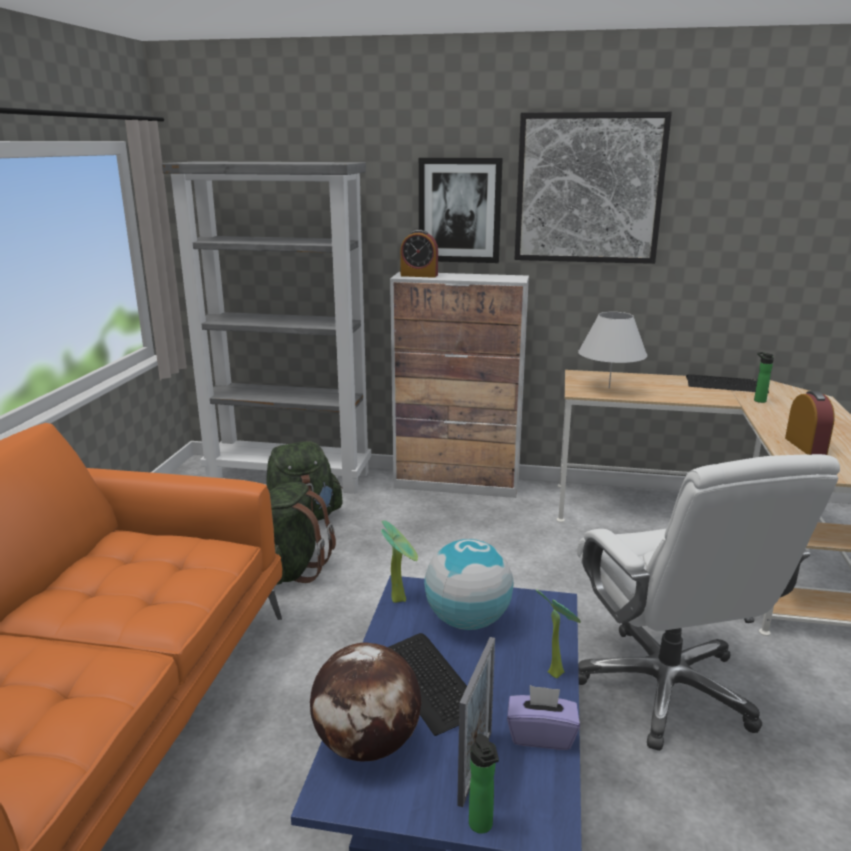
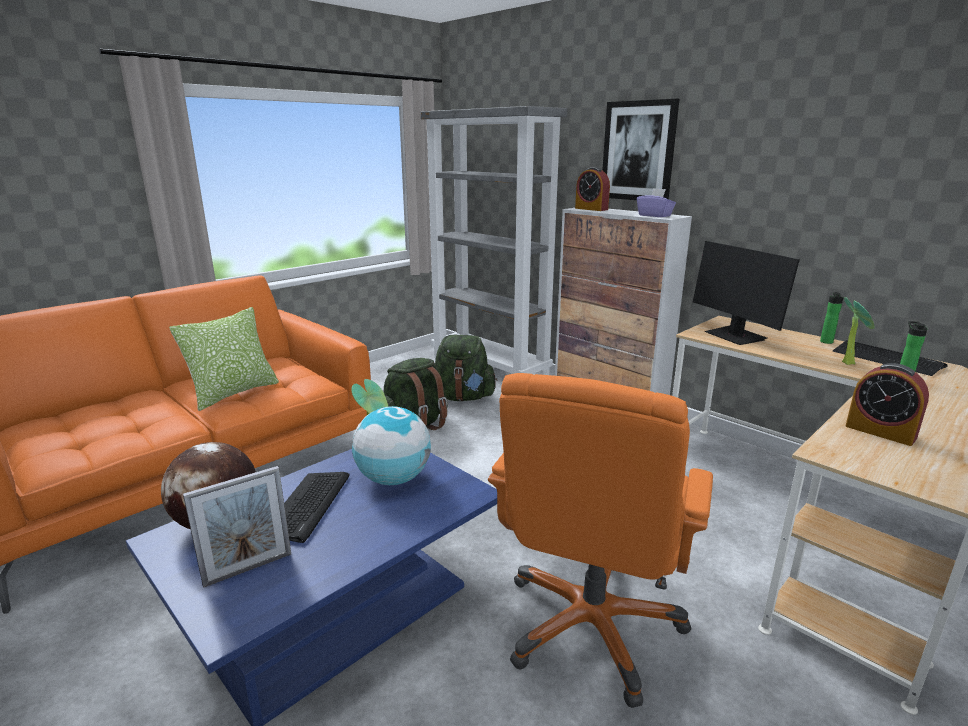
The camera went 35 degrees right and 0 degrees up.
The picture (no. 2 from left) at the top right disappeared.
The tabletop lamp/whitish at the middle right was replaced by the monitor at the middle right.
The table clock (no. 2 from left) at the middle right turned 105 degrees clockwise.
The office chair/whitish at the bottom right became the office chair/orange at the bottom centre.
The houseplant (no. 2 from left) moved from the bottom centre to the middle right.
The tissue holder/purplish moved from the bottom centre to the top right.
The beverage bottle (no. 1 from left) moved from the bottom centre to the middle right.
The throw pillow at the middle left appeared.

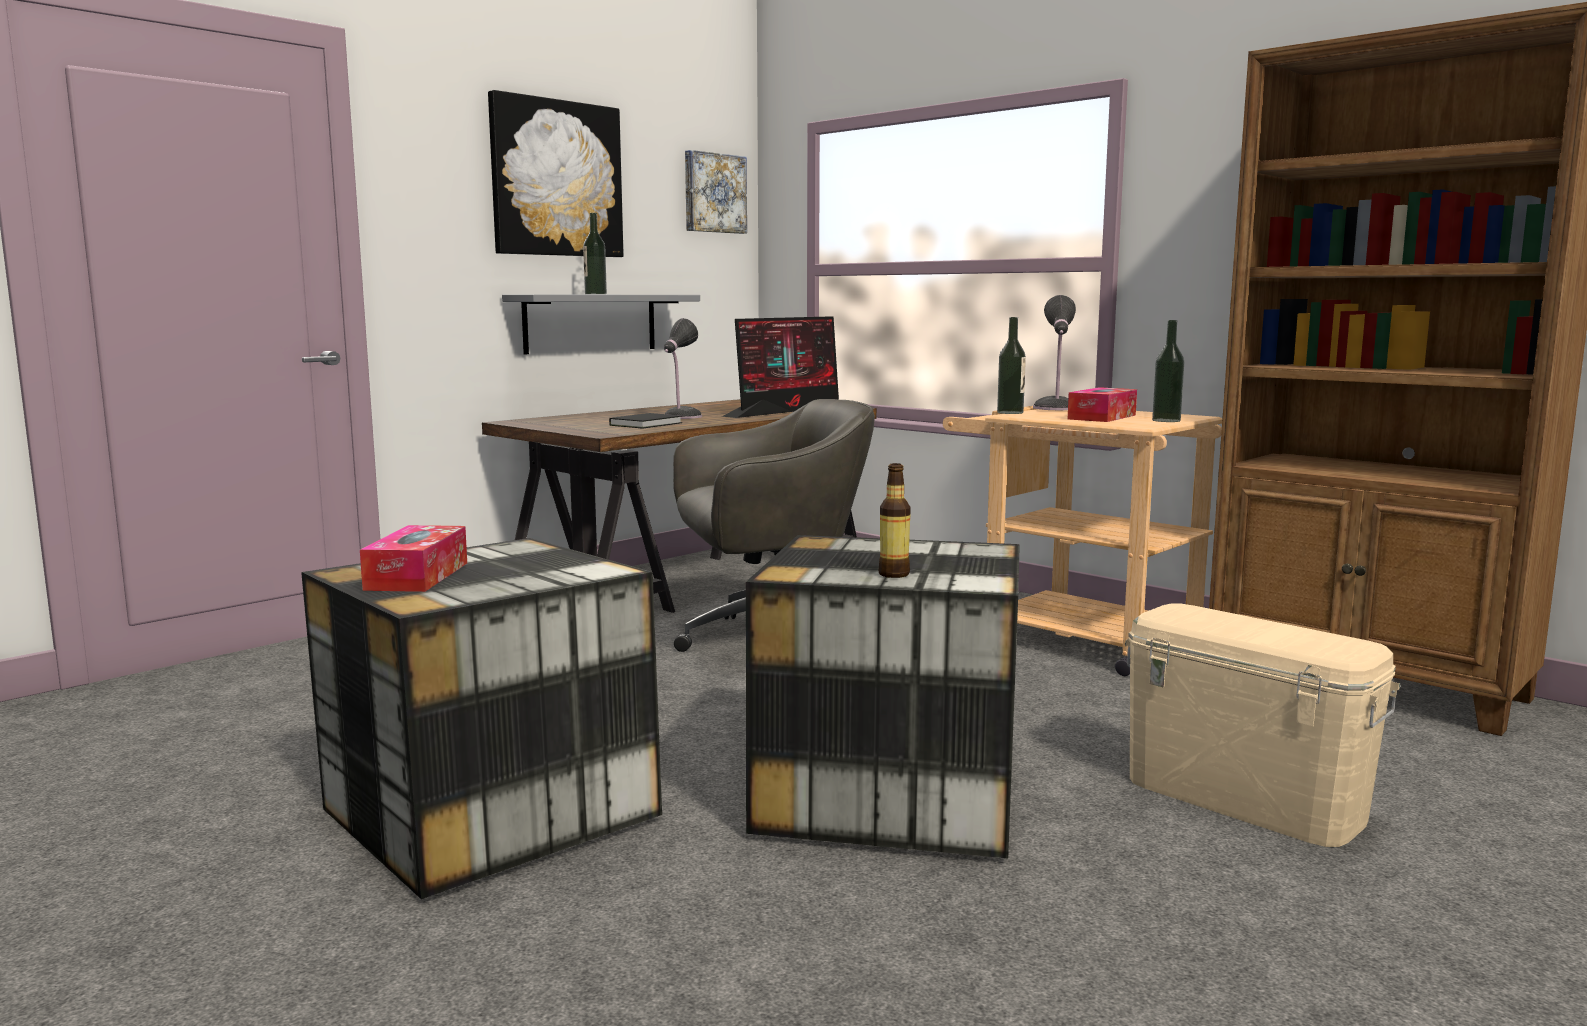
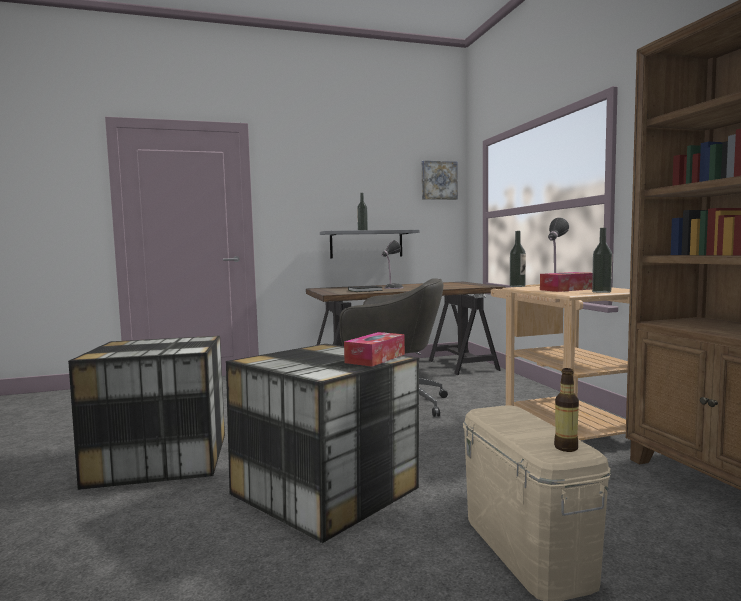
The camera went 30 degrees right and 5 degrees down.
The picture (no. 1 from left) at the top centre disappeared.
The monitor at the centre disappeared.
The beverage bottle (no. 2 from left in the first image) moved from the centre to the bottom right.
The tissue holder (no. 1 from left) moved from the middle left to the centre.

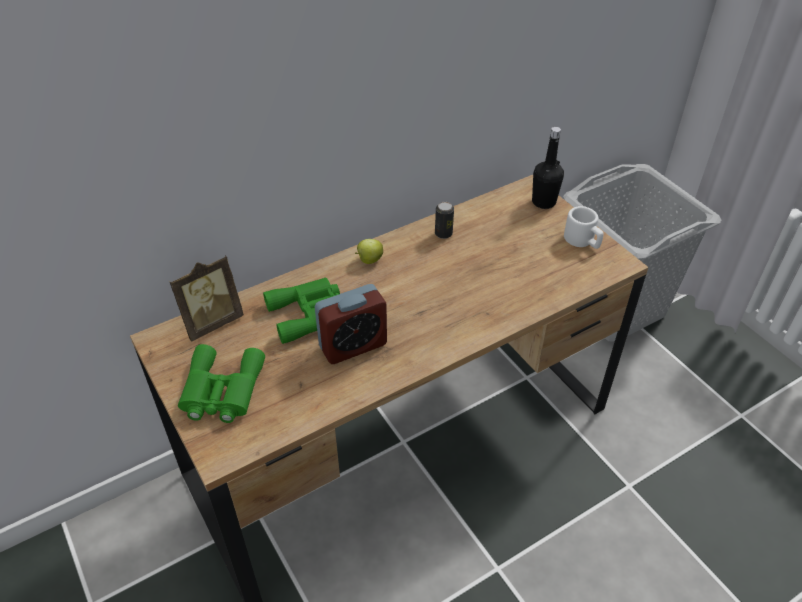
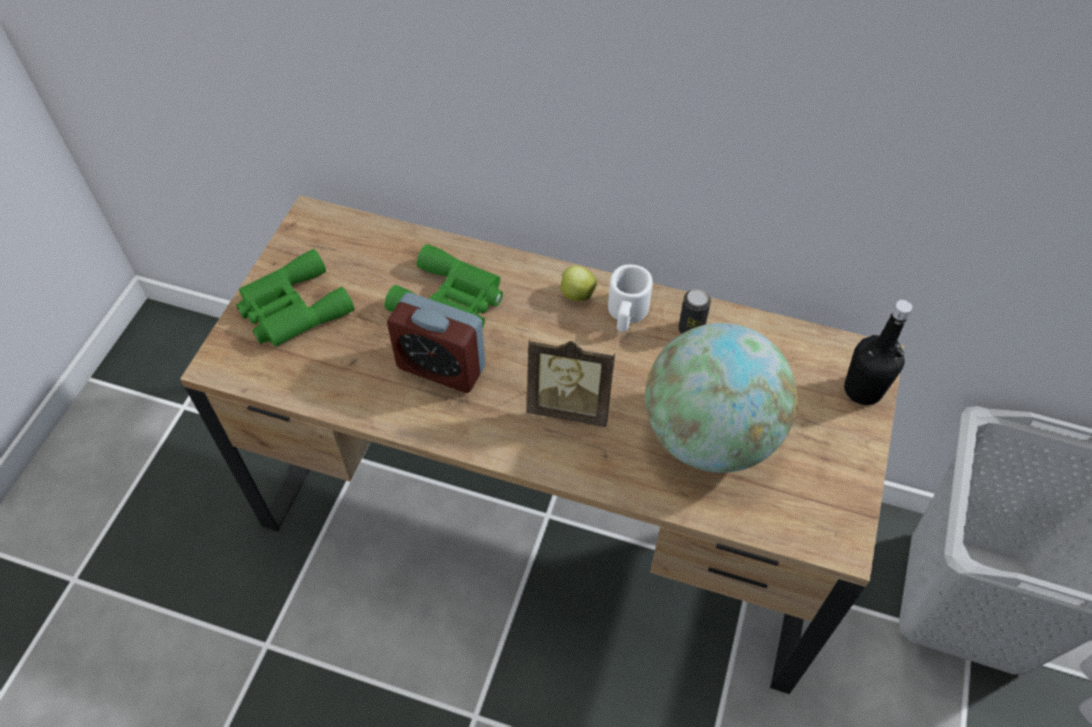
The camera went 50 degrees right and 10 degrees up.
The coffee mug/whitish moved from the middle right to the centre.
The standing frame moved from the middle left to the centre.
The desk globe at the centre appeared.

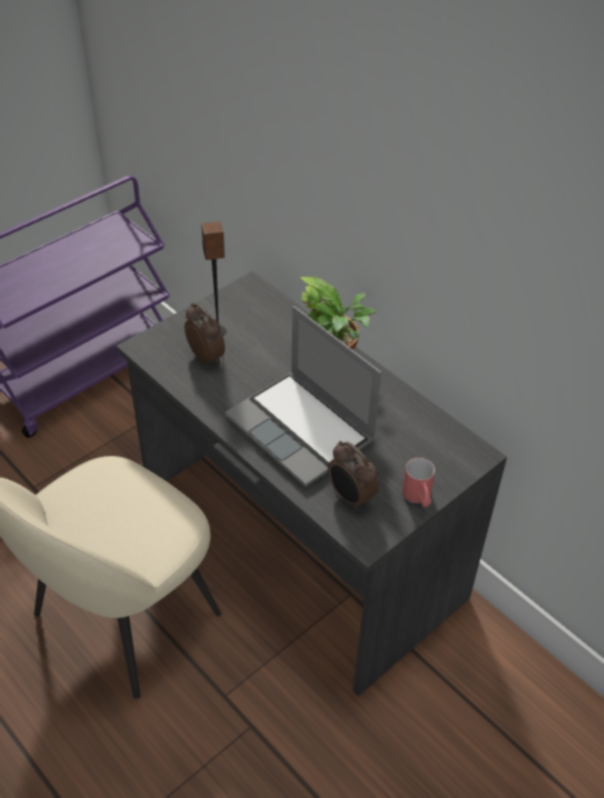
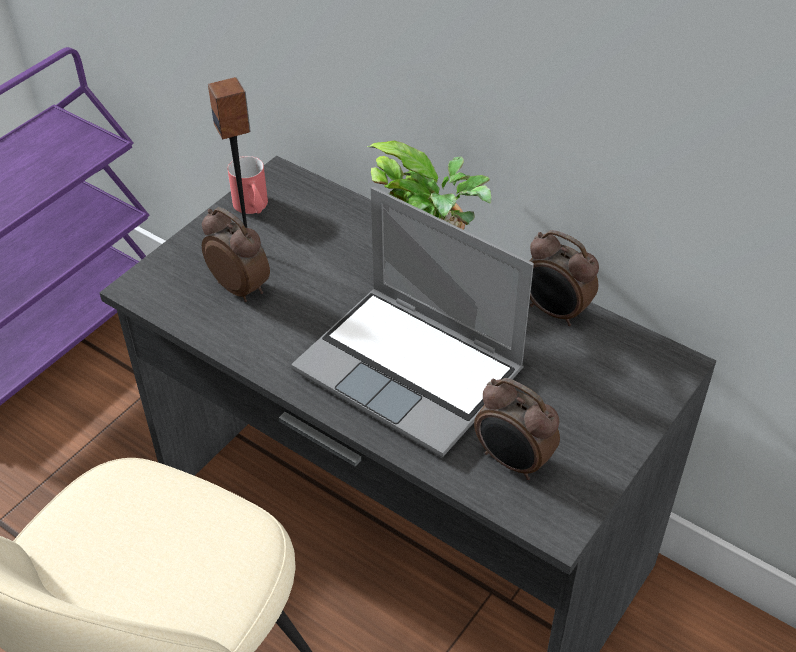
The camera went 10 degrees left and 0 degrees up.
The coffee mug/reddish moved from the middle right to the top left.
The table clock (no. 3 from left) at the middle right appeared.

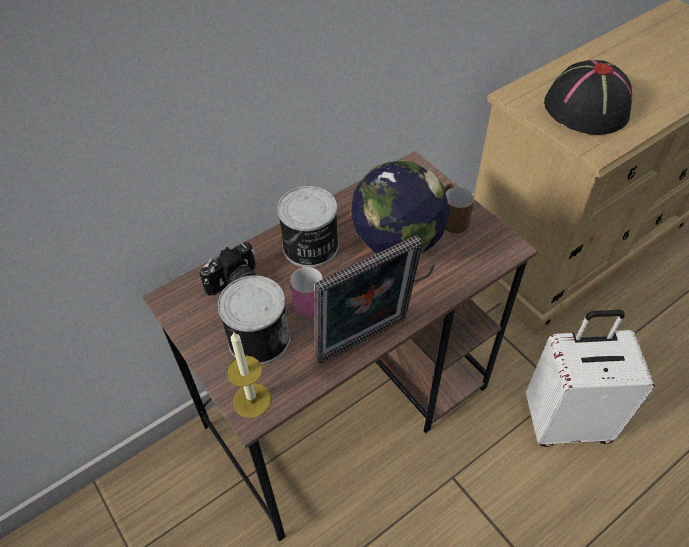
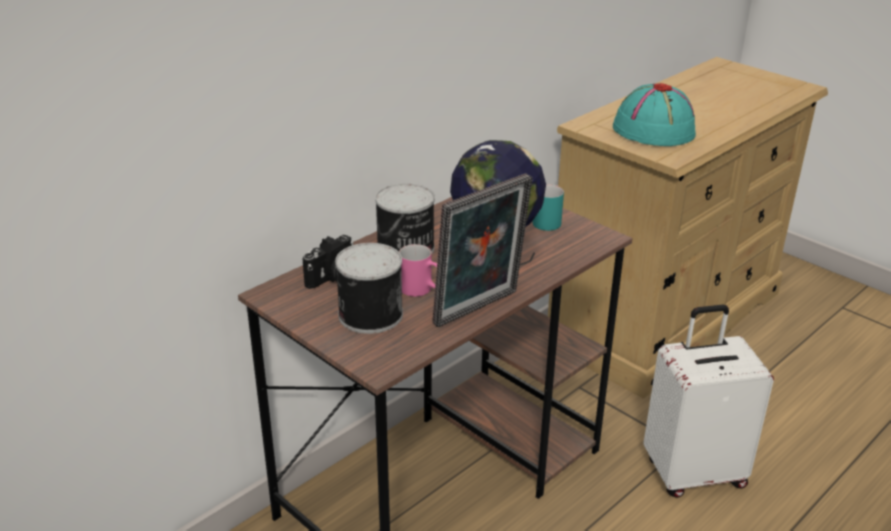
The camera went 10 degrees left and 20 degrees down.
The hat/black-coloured at the top right became the hat/turquoise at the top right.
The coffee mug/brownish at the centre became the coffee mug/turquoise at the centre.
The wax light at the bottom centre disappeared.

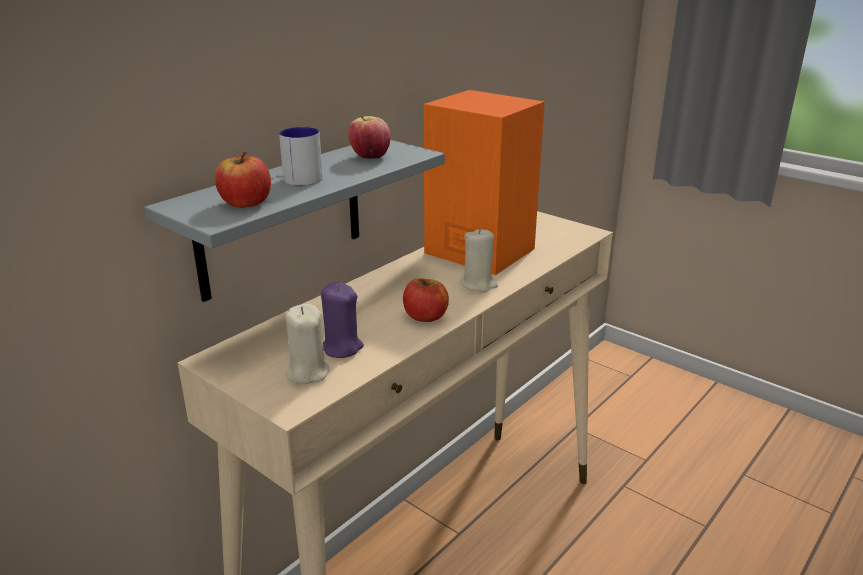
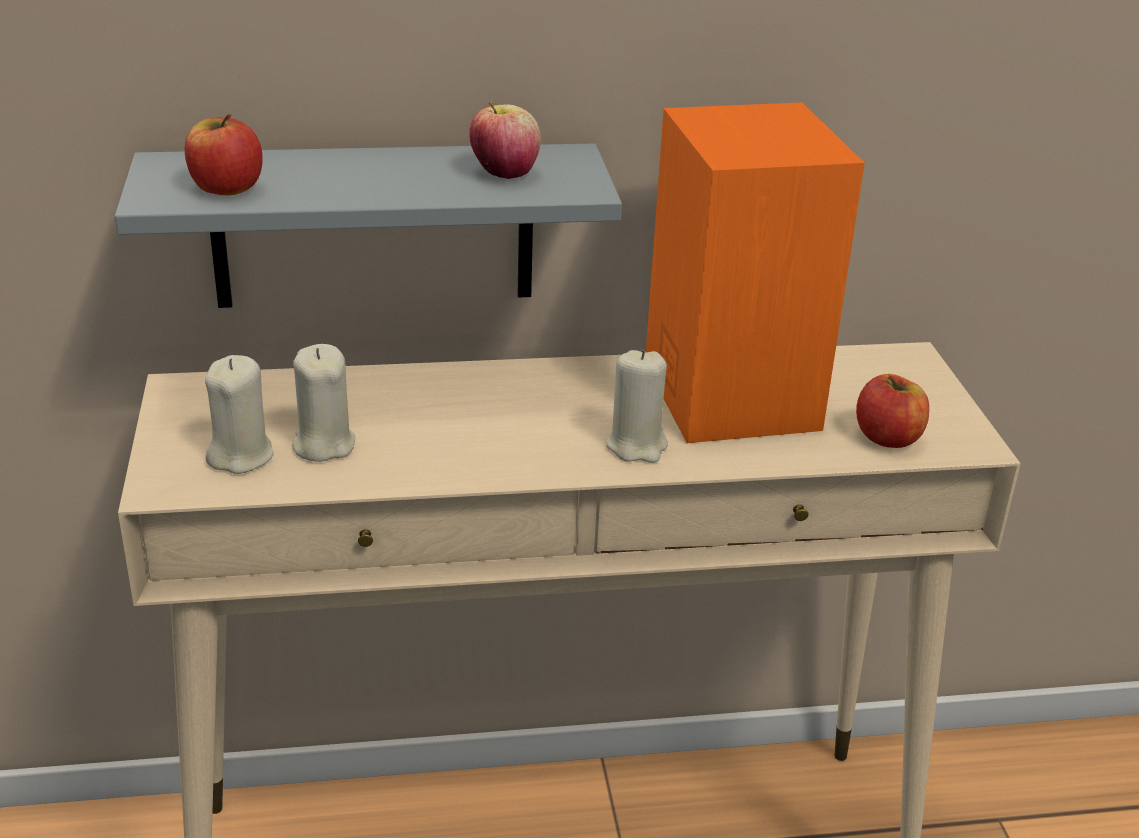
The camera went 40 degrees right and 5 degrees up.
The coffee mug at the top centre disappeared.
The apple (no. 3 from left) moved from the centre to the middle right.
The wax light/purplish at the centre became the wax light/sand-coloured (no. 2 from left) at the middle left.

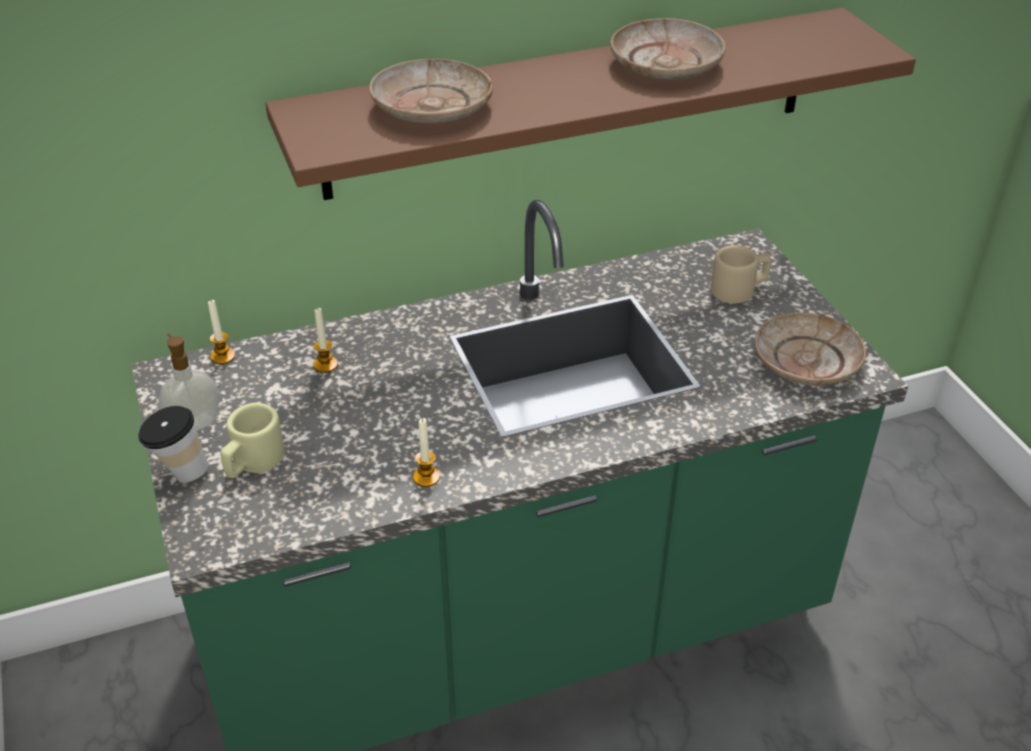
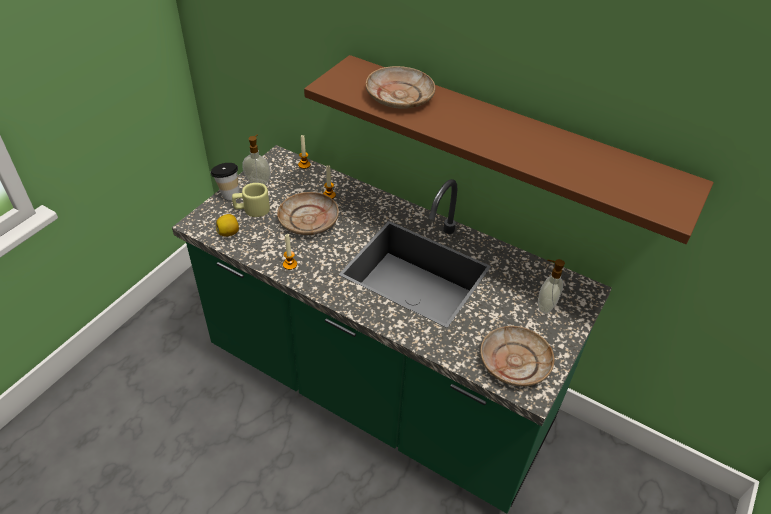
The camera went 50 degrees right and 5 degrees up.
The plate/sand-coloured (no. 2 from left in the first image) moved from the top centre to the centre.
The coffee mug/sand-coloured (no. 2 from left) at the middle right was replaced by the soap dispenser (no. 2 from left) at the middle right.
The whole lemon at the middle left appeared.

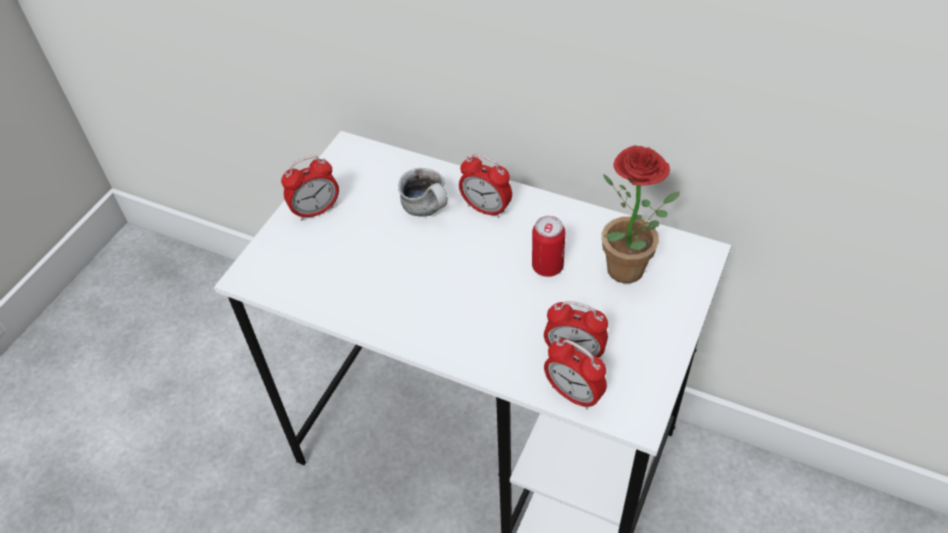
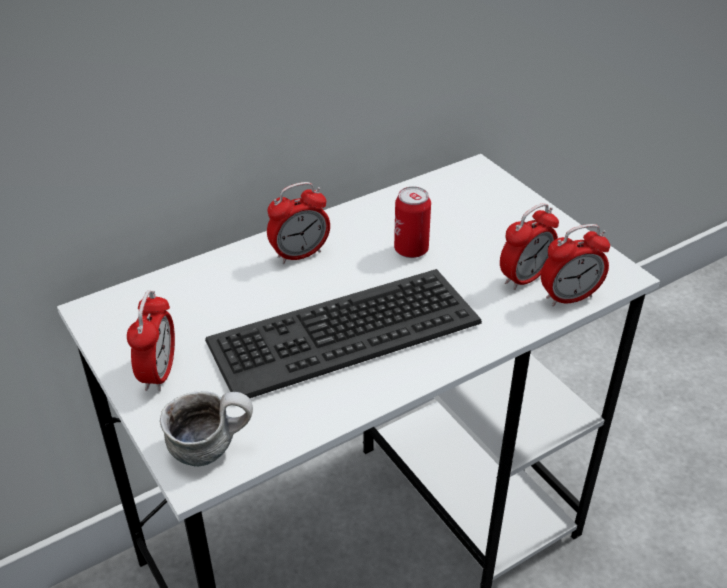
The camera went 60 degrees left and 10 degrees down.
The houseplant at the middle right disappeared.
The coffee mug moved from the centre to the bottom left.
The PC keyboard at the centre appeared.

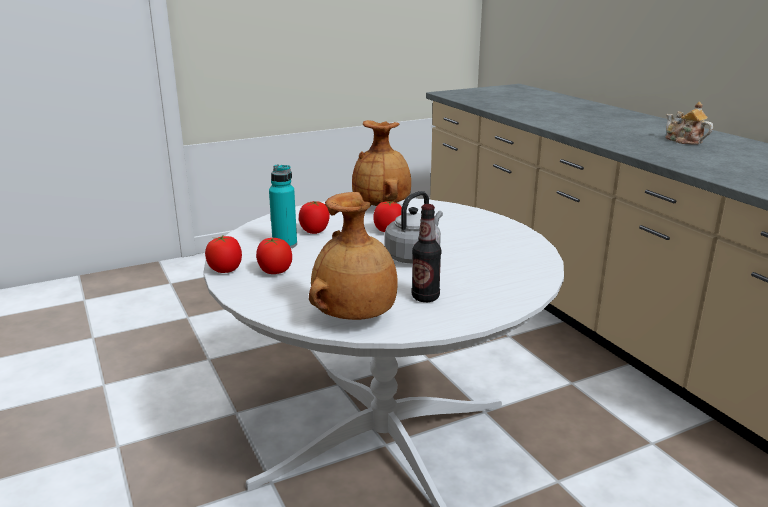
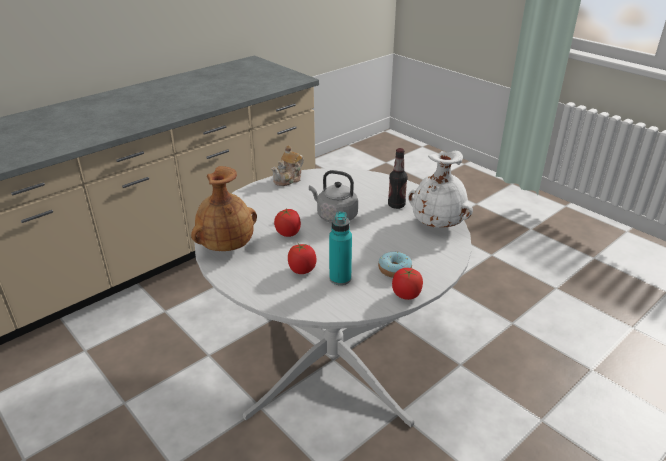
The camera went 105 degrees left and 10 degrees up.
The teapot moved from the top right to the centre.
The vase/brownish (no. 1 from left) at the centre became the vase/whitish at the centre.
The tomato (no. 2 from left) at the centre was replaced by the donut at the centre.

